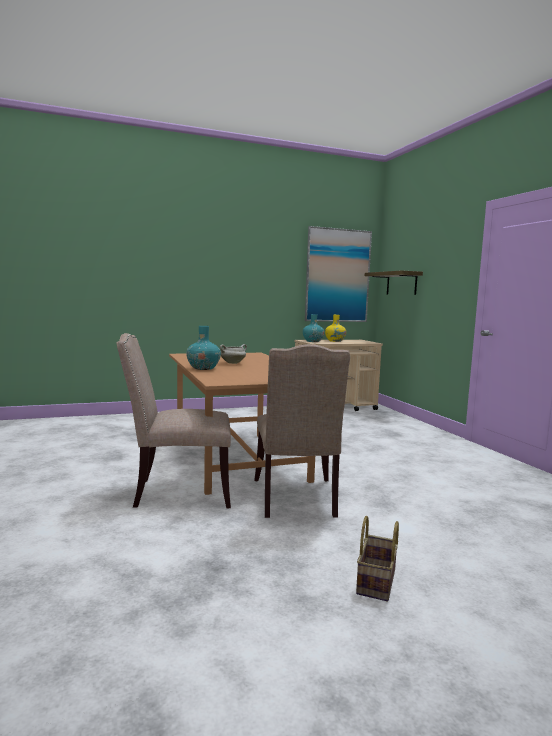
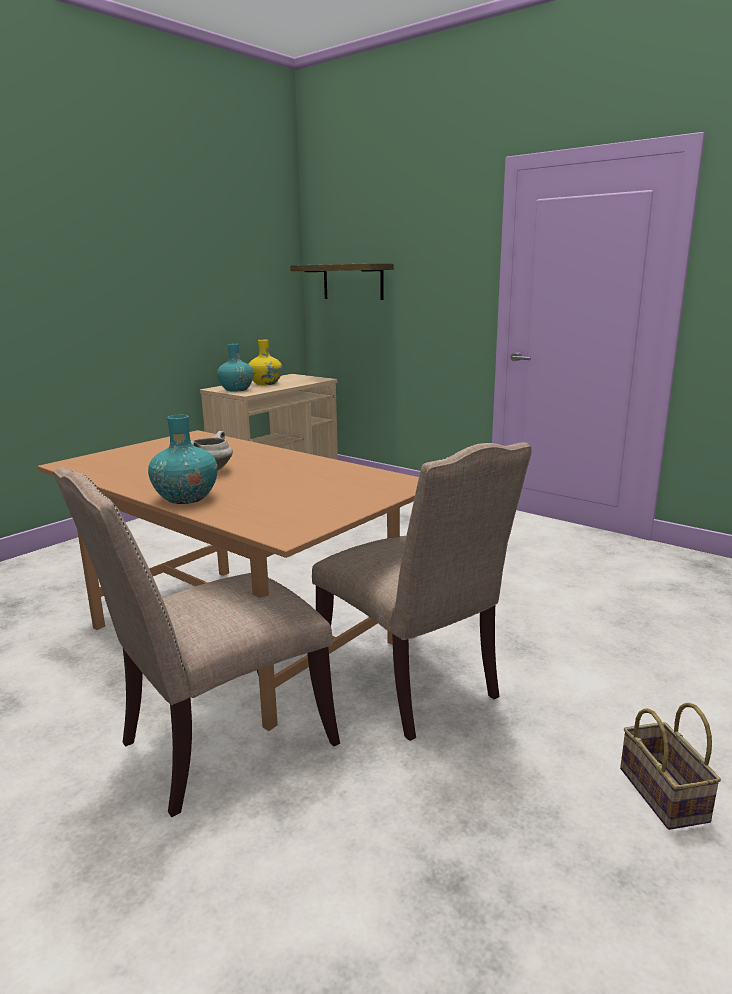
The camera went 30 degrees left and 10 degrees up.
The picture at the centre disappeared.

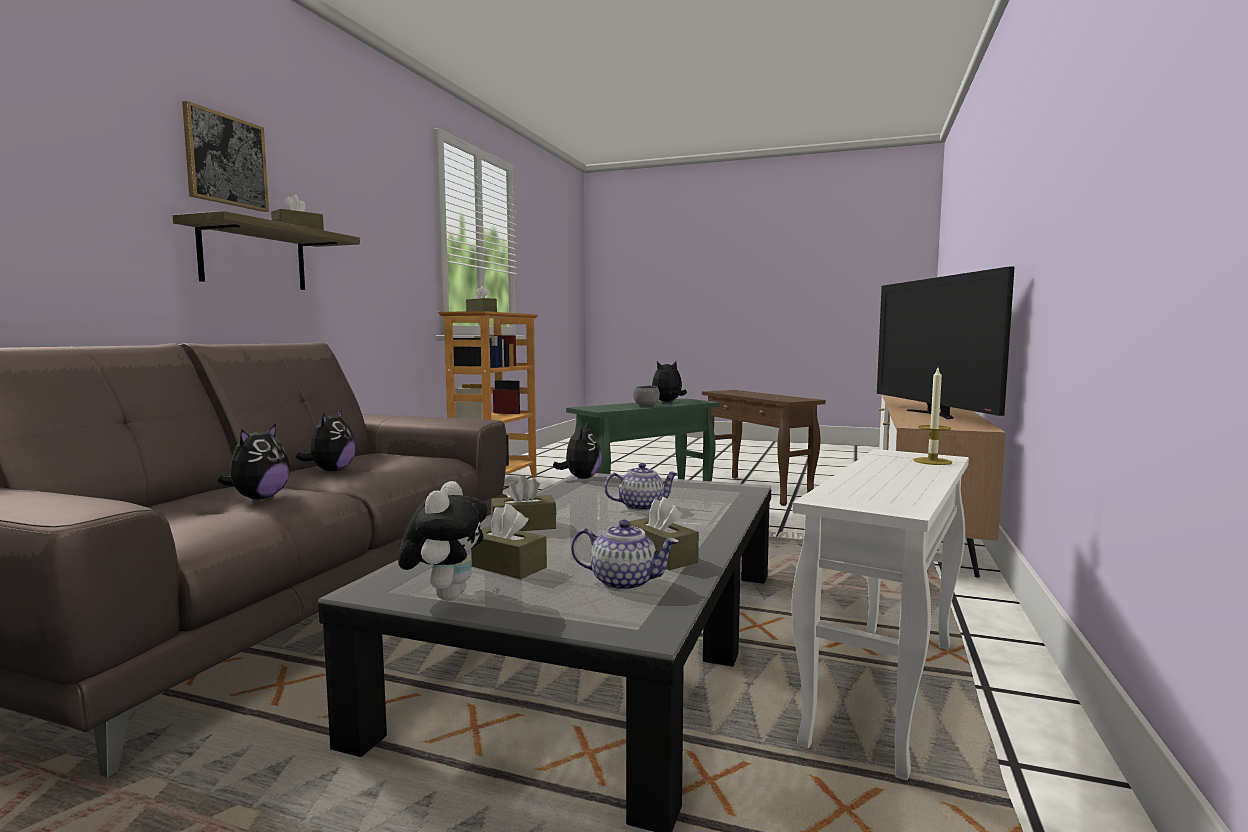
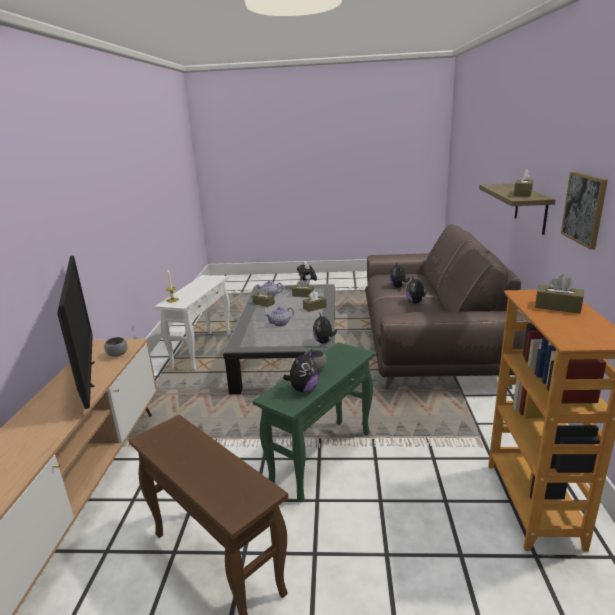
The camera went 165 degrees right and 15 degrees up.
The picture moved from the top left to the middle right.
The bowl/gray (no. 1 from left) at the middle left appeared.

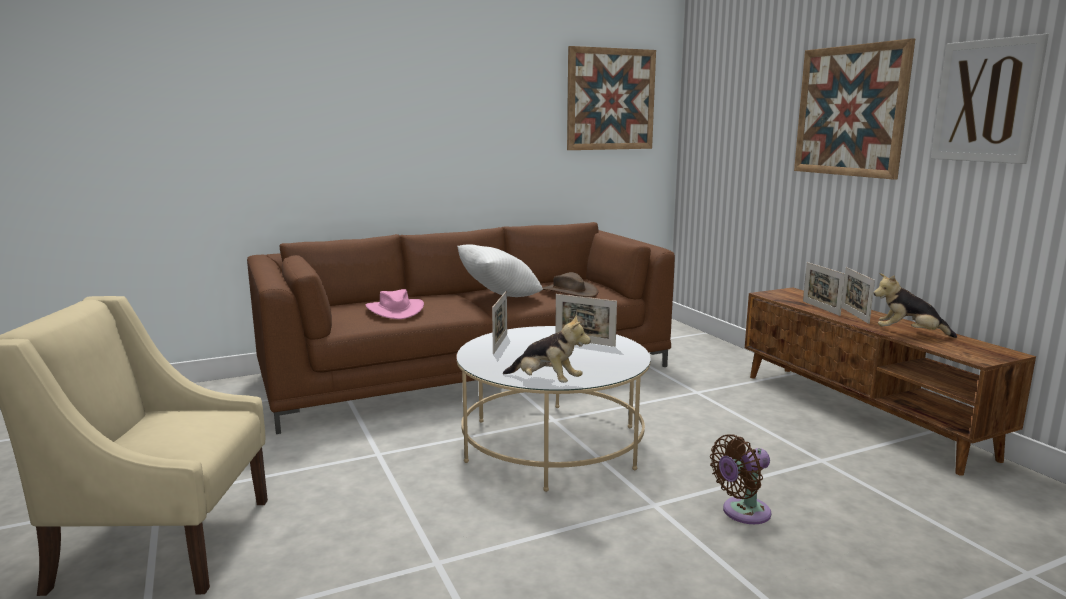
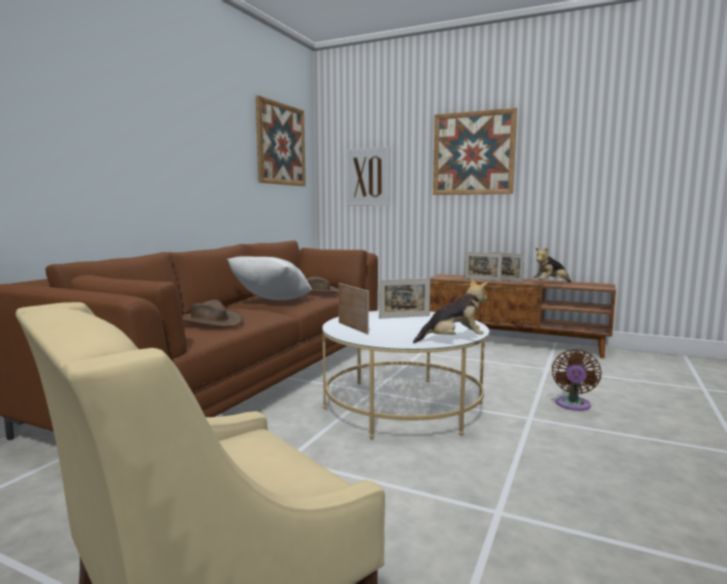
The camera went 40 degrees left and 5 degrees down.
The picture (no. 3 from left in the first image) moved from the top right to the top centre.
The hat/pink at the centre became the hat/brownish (no. 1 from left) at the middle left.

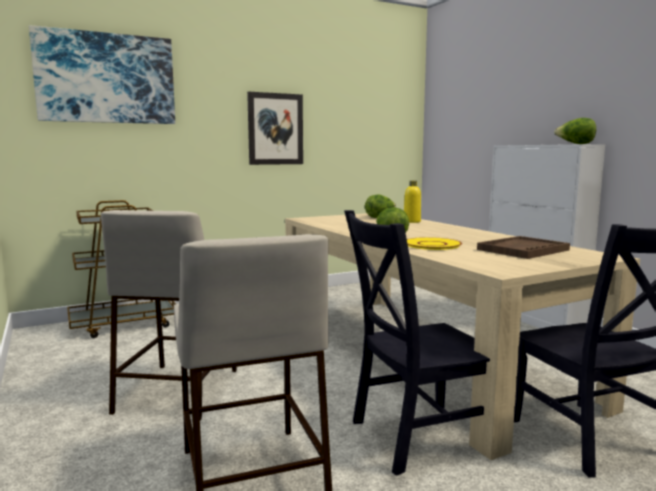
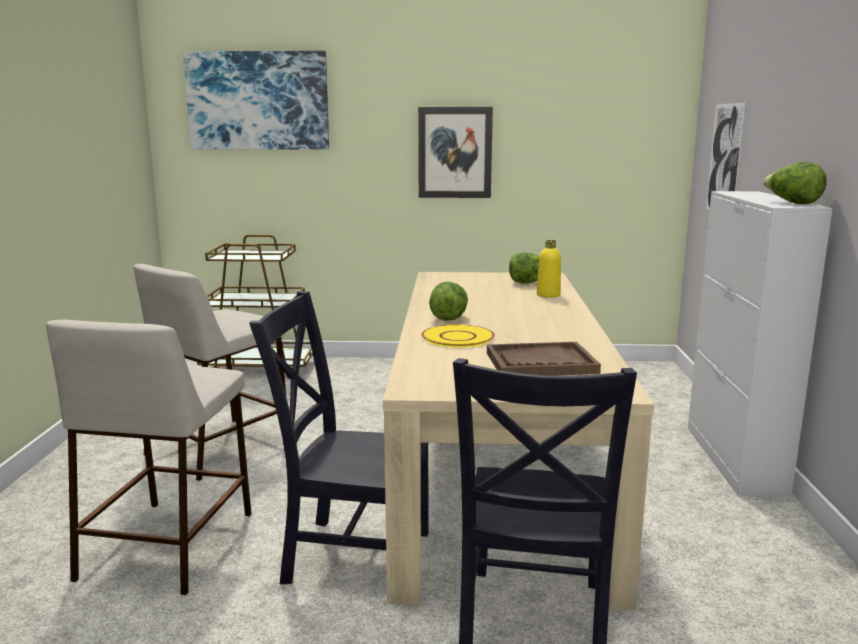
The camera went 30 degrees right and 5 degrees up.
The picture (no. 3 from left) at the top right appeared.

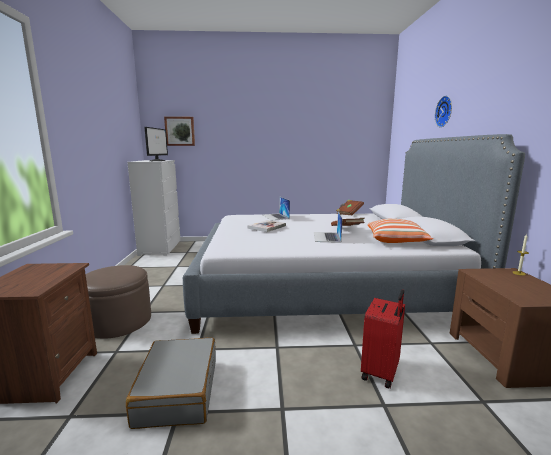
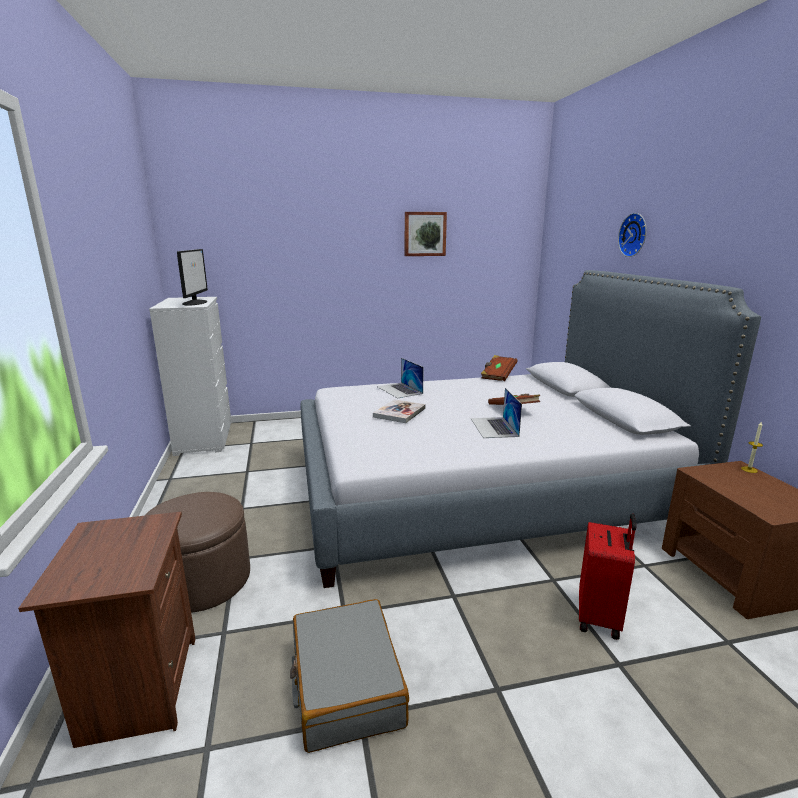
The camera went 10 degrees left and 5 degrees up.
The picture moved from the top left to the top centre.
The throw pillow at the middle right disappeared.

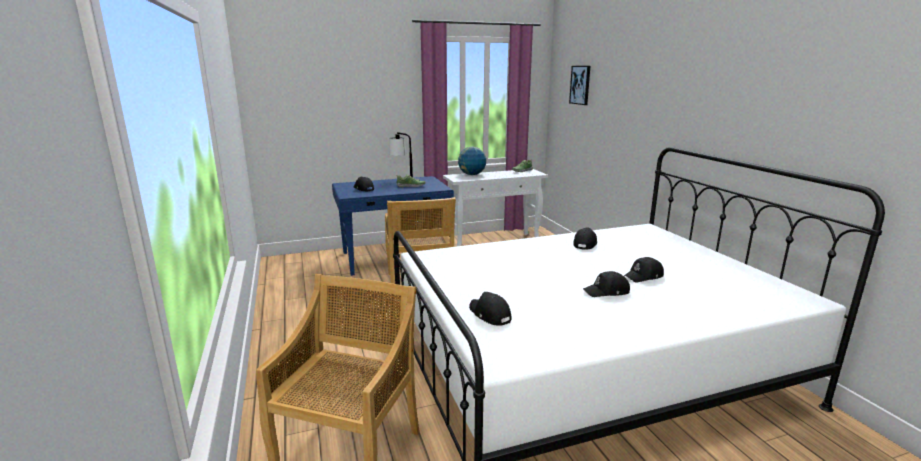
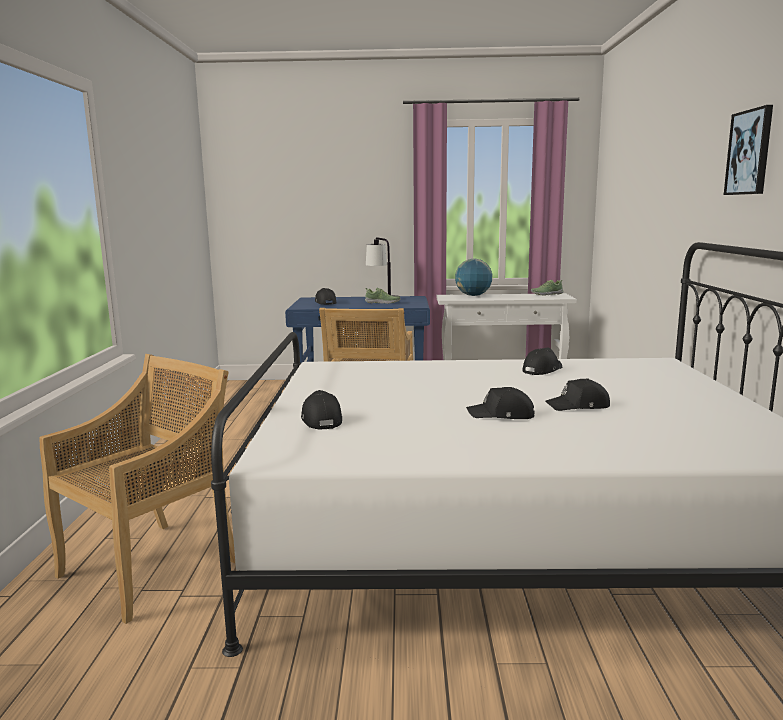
The camera went 20 degrees right and 5 degrees down.
The picture moved from the top centre to the top right.

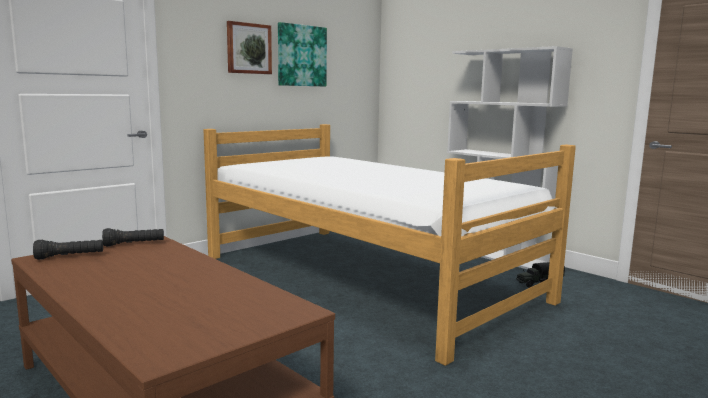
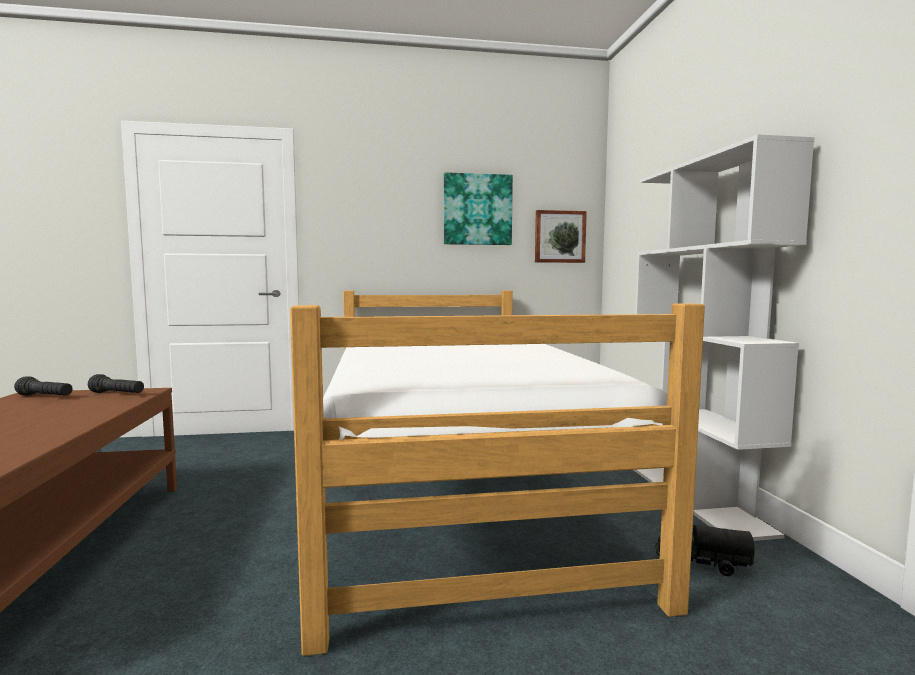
The camera went 35 degrees right and 5 degrees down.
The picture (no. 1 from left in the first image) moved from the top centre to the centre.

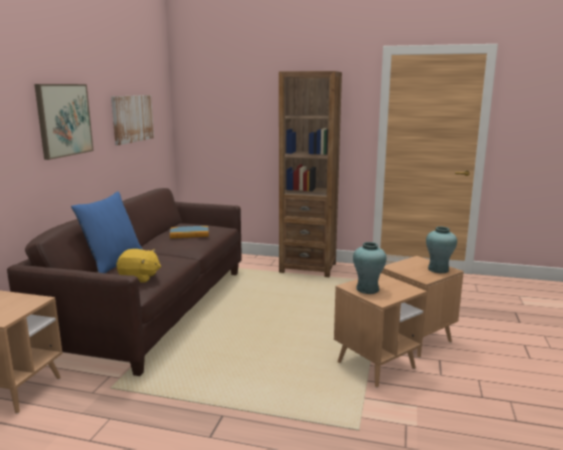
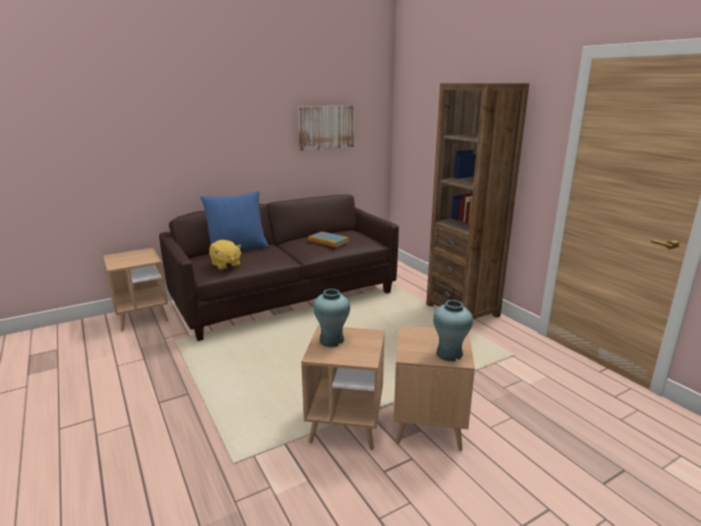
The camera went 45 degrees right and 5 degrees up.
The picture (no. 1 from left) at the top left disappeared.

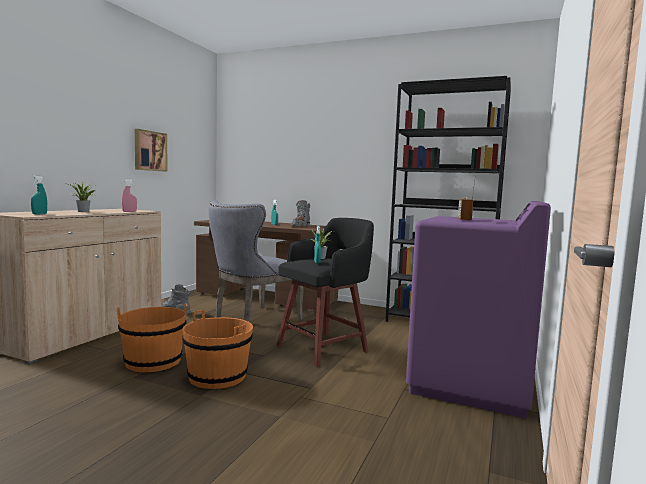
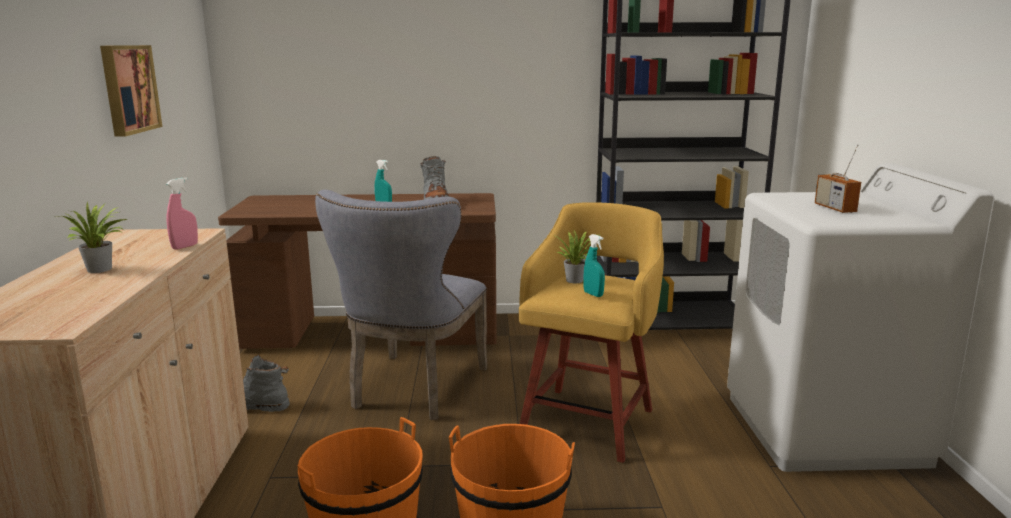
The camera went 25 degrees left and 10 degrees up.
The spray bottle/turquoise (no. 1 from left) at the middle left disappeared.
The washing machine/purplish at the middle right became the washing machine/whitish at the middle right.
The stool seat/black-coloured at the centre became the stool seat/yellow-coloured at the centre.

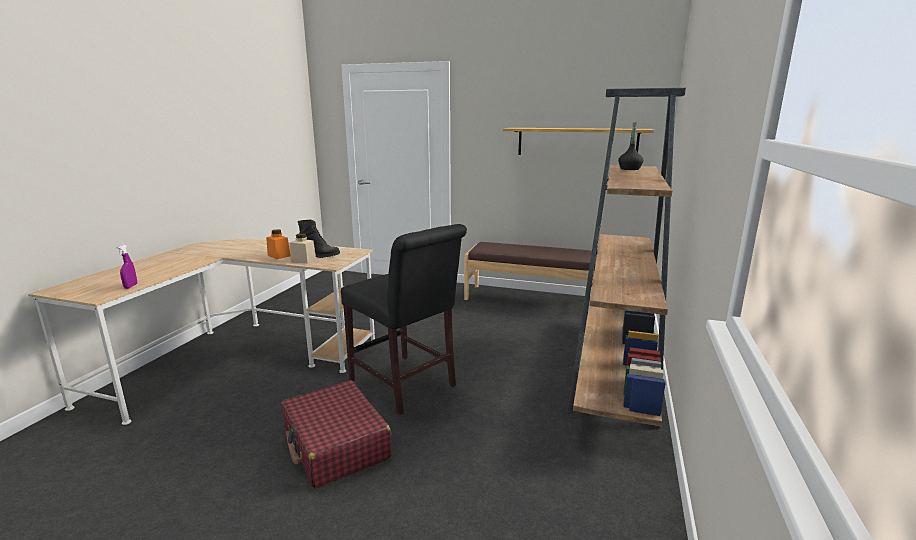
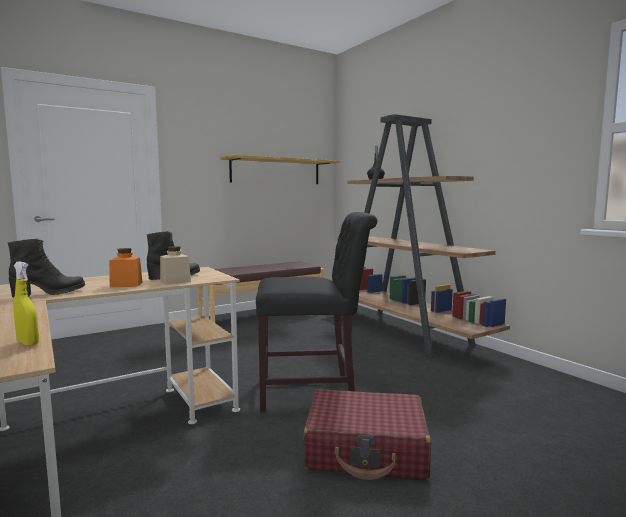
The camera went 50 degrees left and 10 degrees down.
The spray bottle/purplish at the middle left became the spray bottle/yellow-coloured at the middle left.
The boot/black-coloured (no. 1 from left) at the middle left appeared.

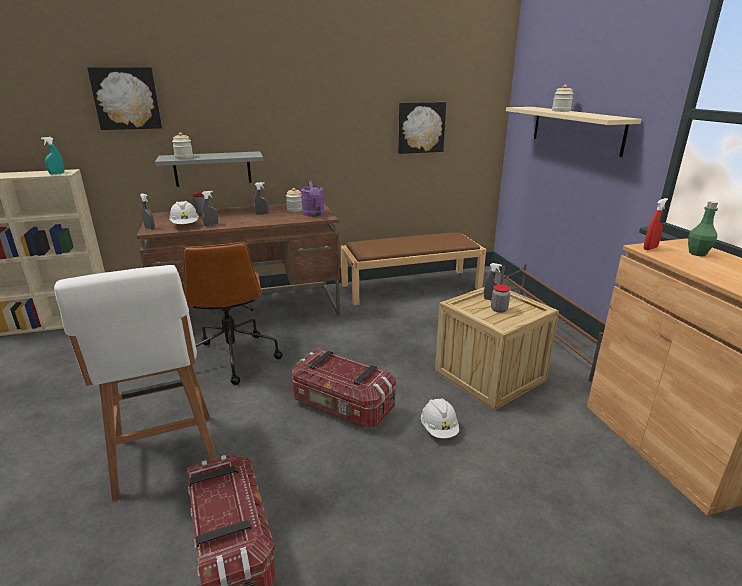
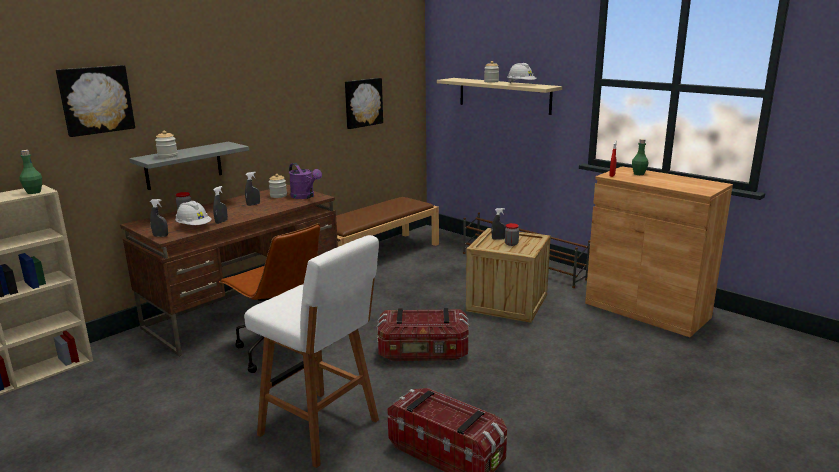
The camera went 30 degrees left and 5 degrees down.
The spray bottle/turquoise at the top left was replaced by the beverage bottle/green-coloured (no. 1 from left) at the middle left.
The hard hat/whitish (no. 2 from left) moved from the bottom centre to the top centre.

